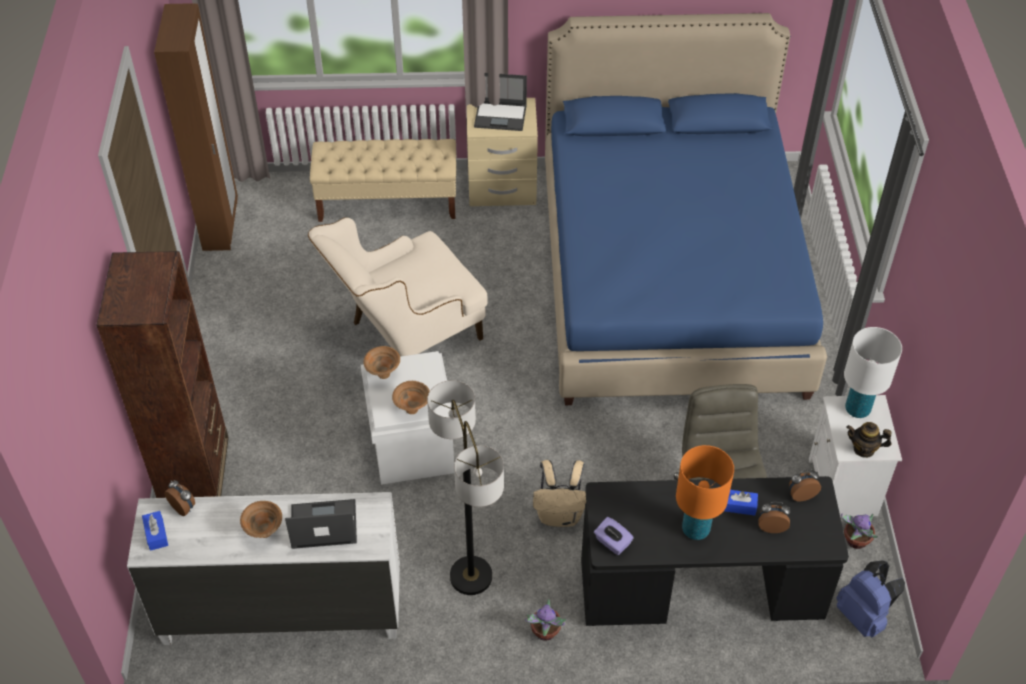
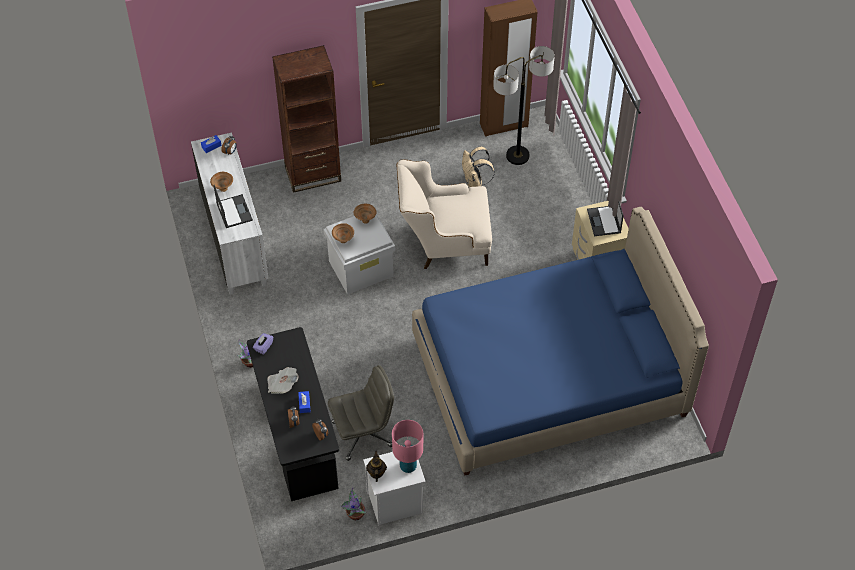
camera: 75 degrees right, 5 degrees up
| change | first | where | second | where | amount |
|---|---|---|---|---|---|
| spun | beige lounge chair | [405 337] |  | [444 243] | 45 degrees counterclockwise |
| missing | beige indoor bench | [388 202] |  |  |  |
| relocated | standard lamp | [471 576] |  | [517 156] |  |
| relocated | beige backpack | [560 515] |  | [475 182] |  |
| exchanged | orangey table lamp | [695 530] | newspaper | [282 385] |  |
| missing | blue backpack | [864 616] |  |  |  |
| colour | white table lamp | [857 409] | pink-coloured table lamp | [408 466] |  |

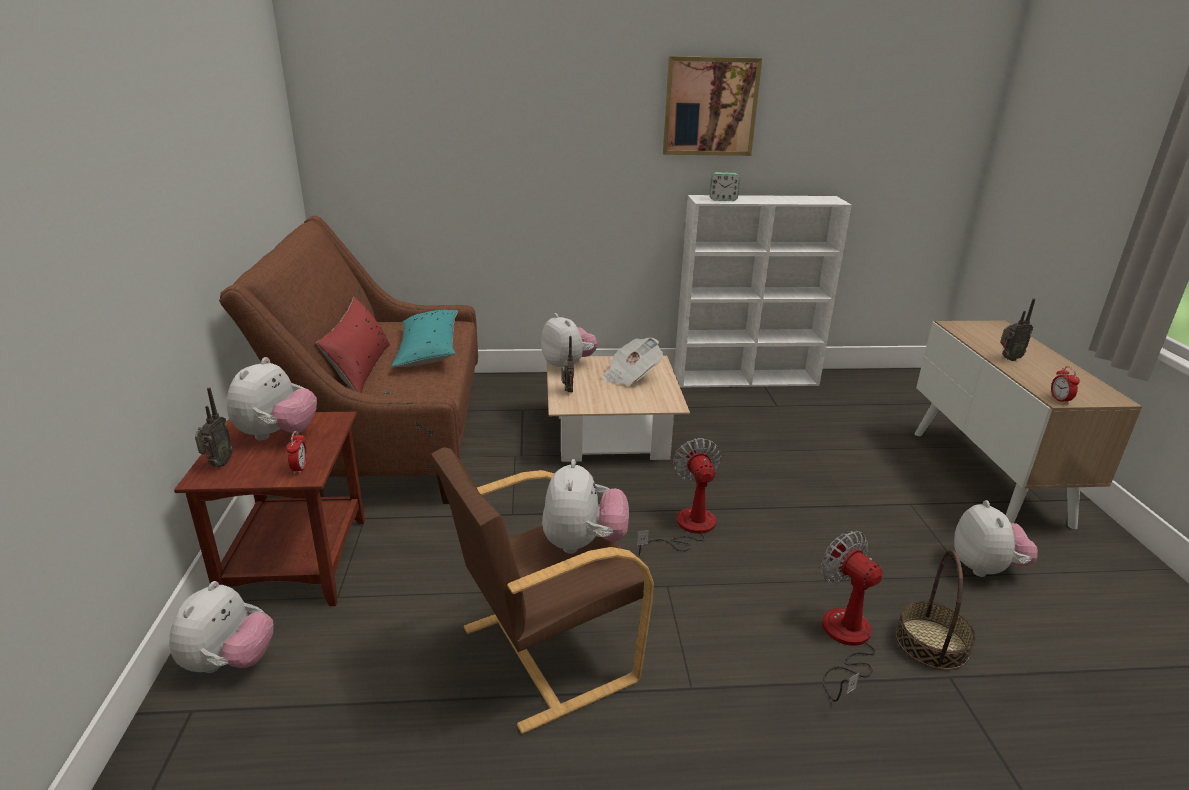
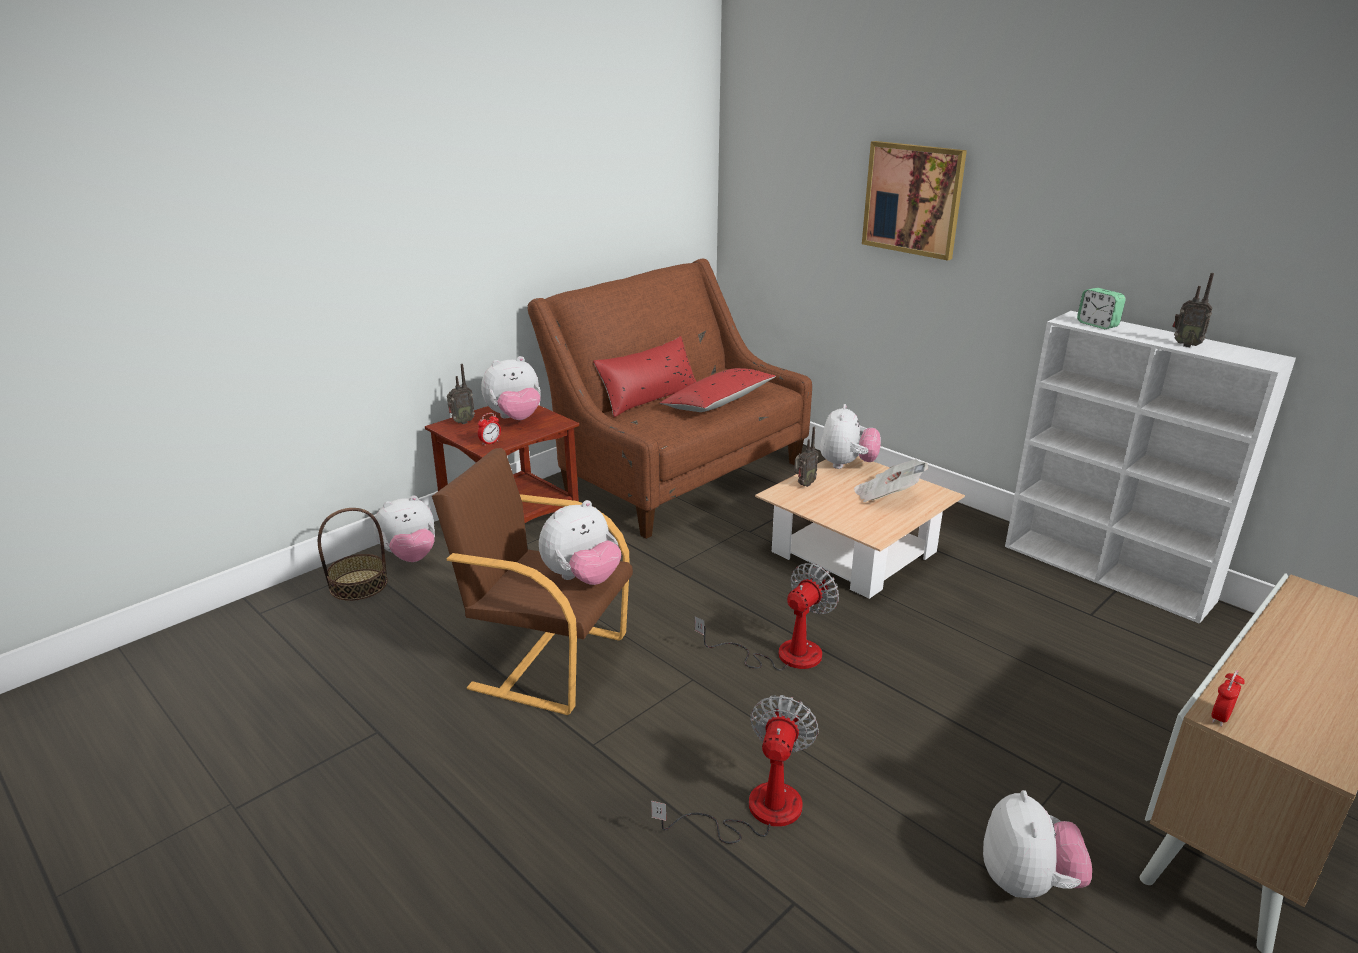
camera: 50 degrees right, 0 degrees up
| change | first | where | second | where | amount |
|---|---|---|---|---|---|
| colour | turquoise-coloured cushion | [428 350] | reddish cushion | [718 402] |  |
| relocated | wall picture | [710 107] |  | [913 199] |  |
| relocated | basket | [931 643] |  | [358 585] |  |
| spun | cuddly toy | [985 568] |  | [1027 882] | 45 degrees counterclockwise |
| relocated | radio receiver | [1008 359] |  | [1185 345] |  |

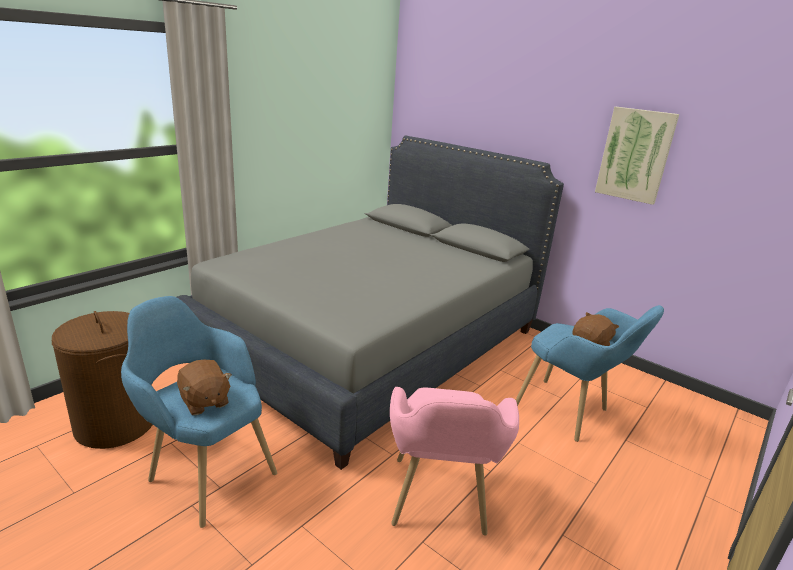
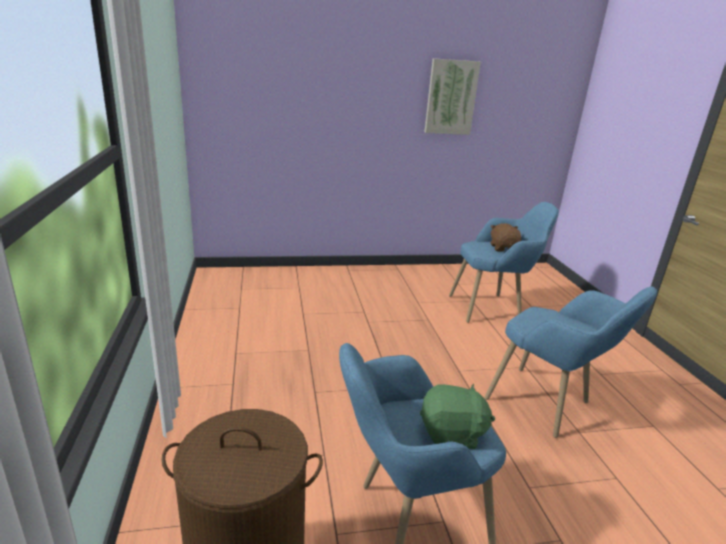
camera: 50 degrees left, 0 degrees up
| change | first | where | second | where | amount |
|---|---|---|---|---|---|
| missing | greyish bed | [372 343] |  |  |  |
| colour | brownish cuddly toy | [204 401] | green cuddly toy | [452 433] |  |
| colour | pink-coloured lounge chair | [438 508] | blue lounge chair | [549 407] |  |

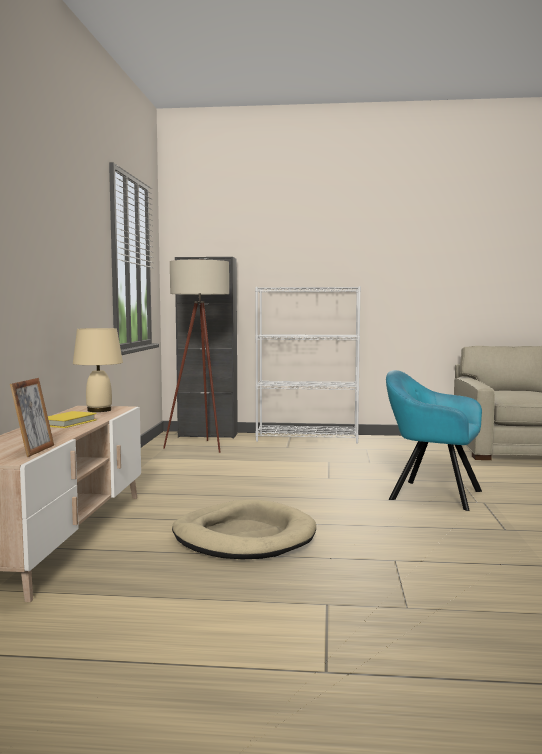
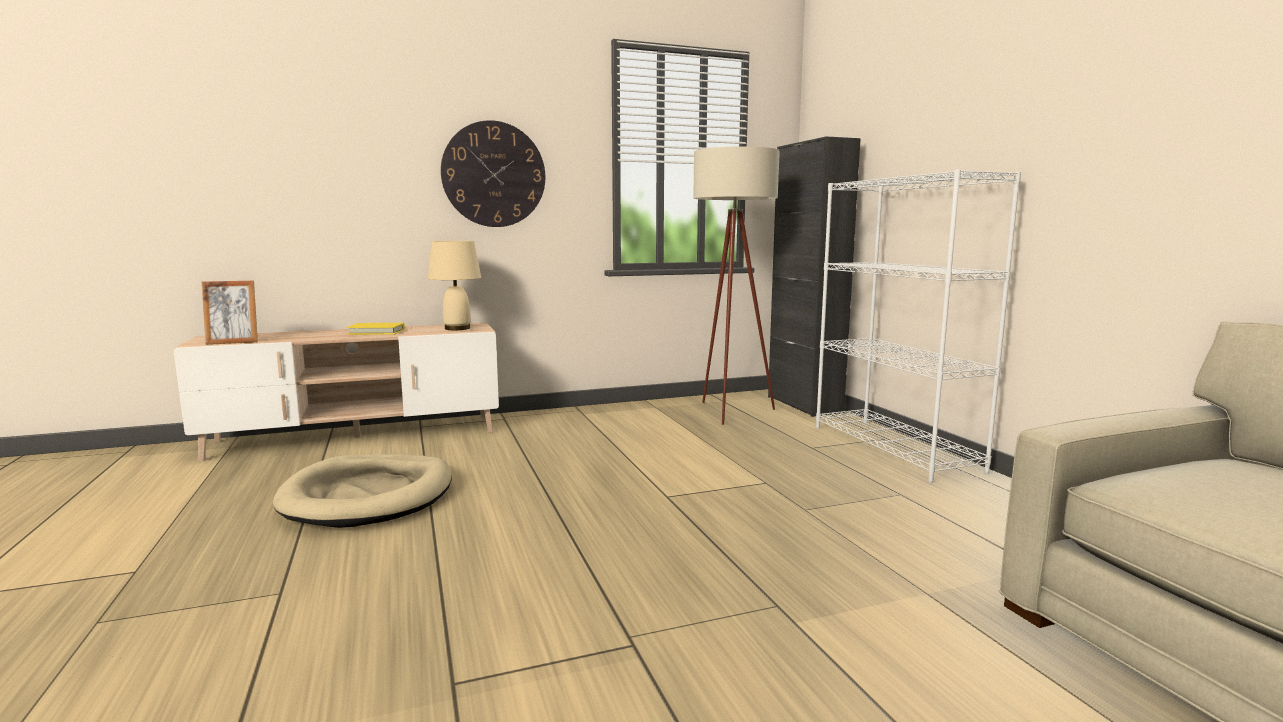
camera: 65 degrees right, 5 degrees up
| change | first | where | second | where | amount |
|---|---|---|---|---|---|
| missing | turquoise-coloured lounge chair | [431 494] |  |  |  |
| appeared |  |  | clock on the wall | [494 174] |  |

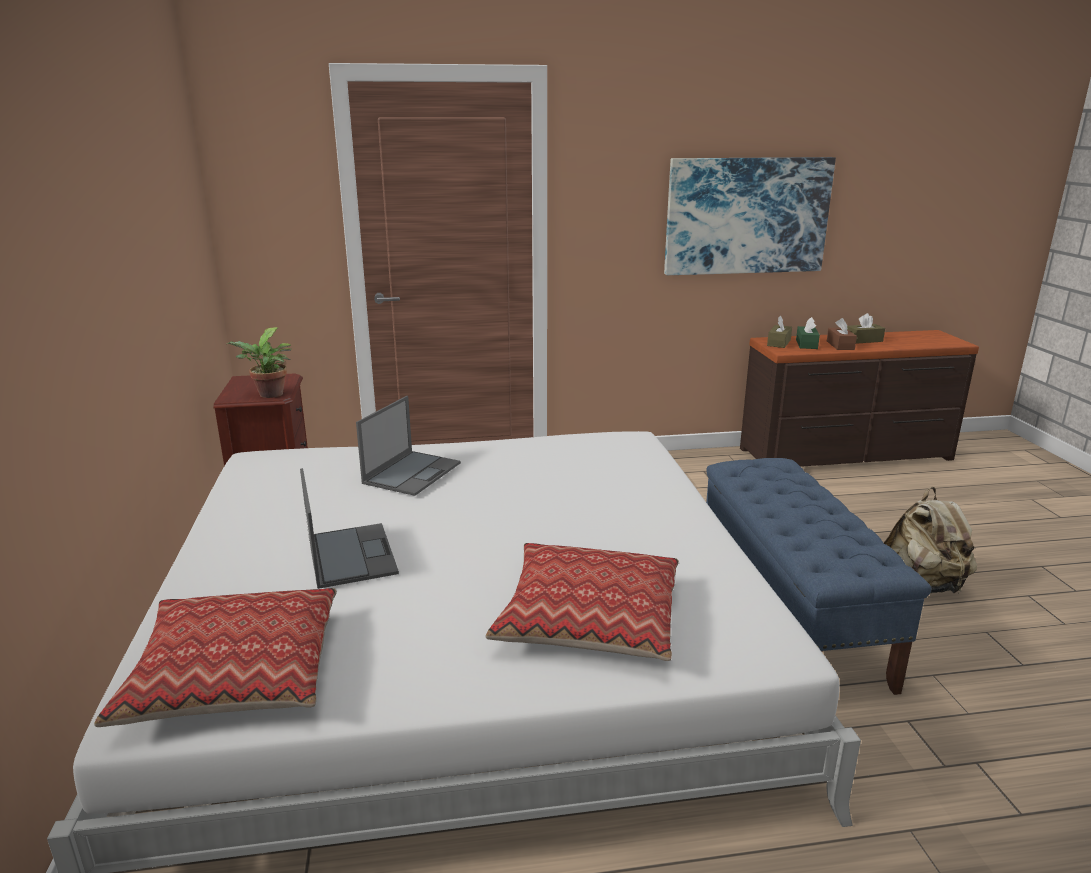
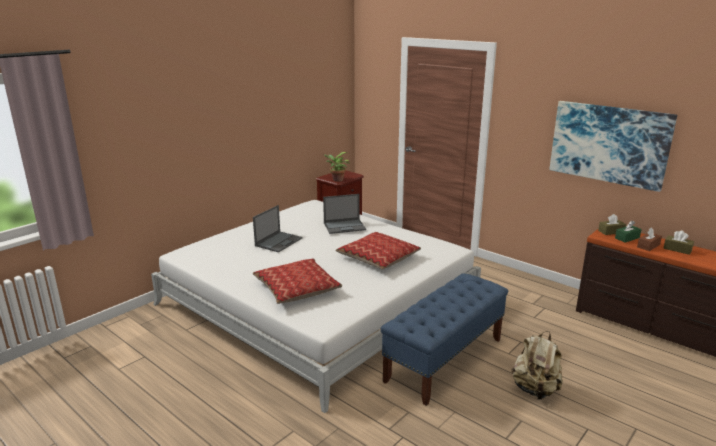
camera: 50 degrees right, 0 degrees up
| change | first | where | second | where | amount |
|---|---|---|---|---|---|
| relocated | cushion | [234 672] |  | [378 257] |  |

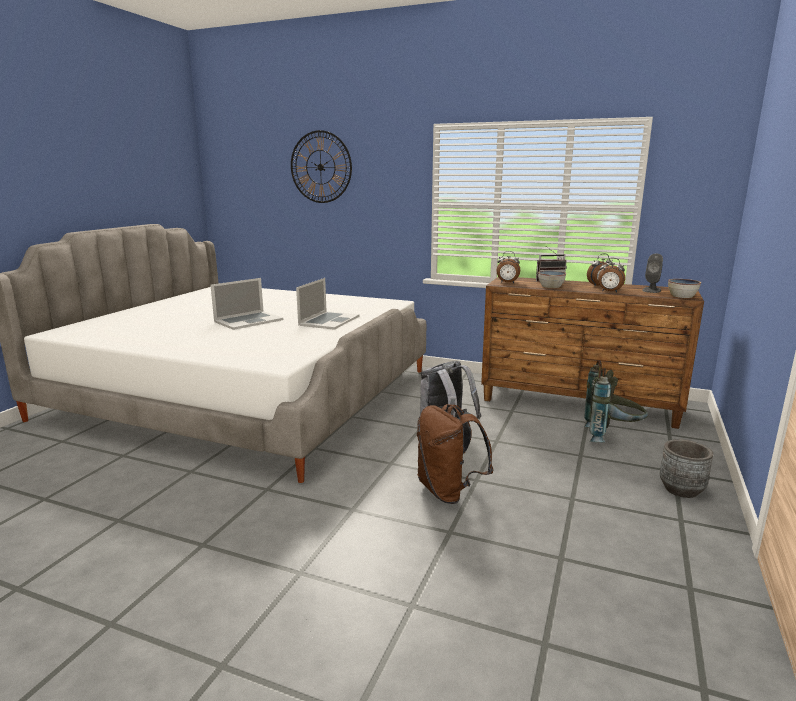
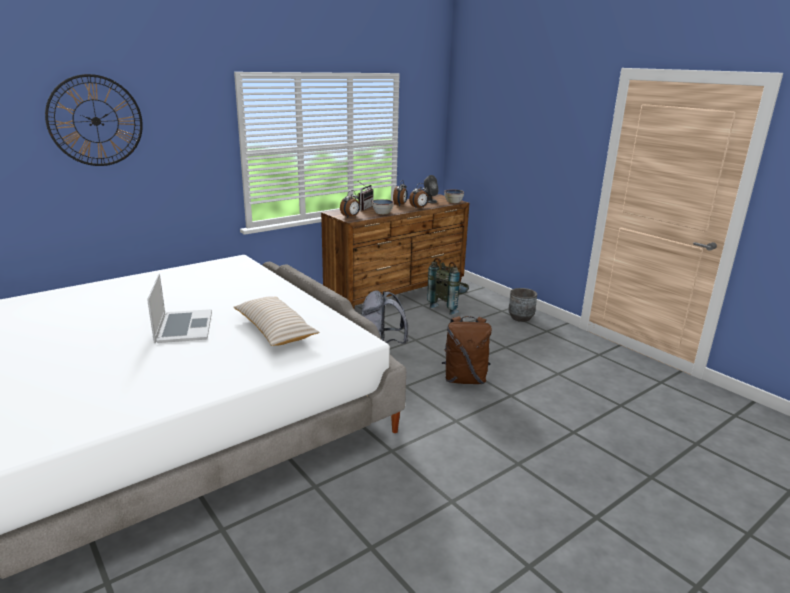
camera: 60 degrees left, 5 degrees up
| change | first | where | second | where | amount |
|---|---|---|---|---|---|
| missing | notebook computer | [329 320] |  |  |  |
| appeared |  |  | beige cushion | [275 330] |  |

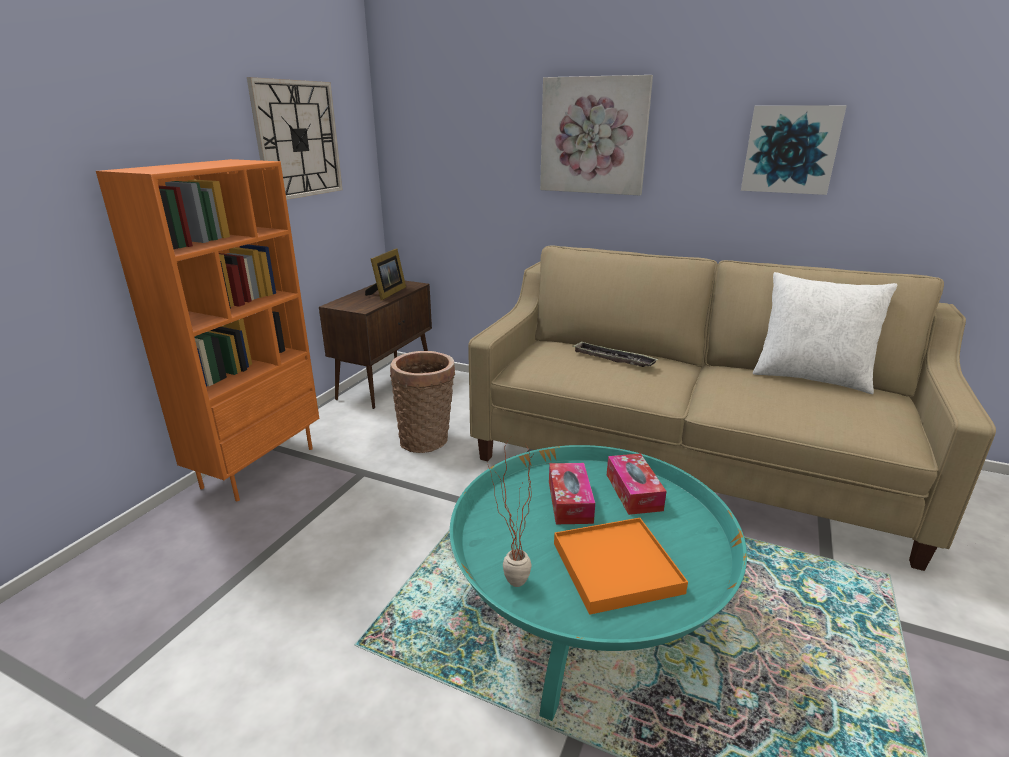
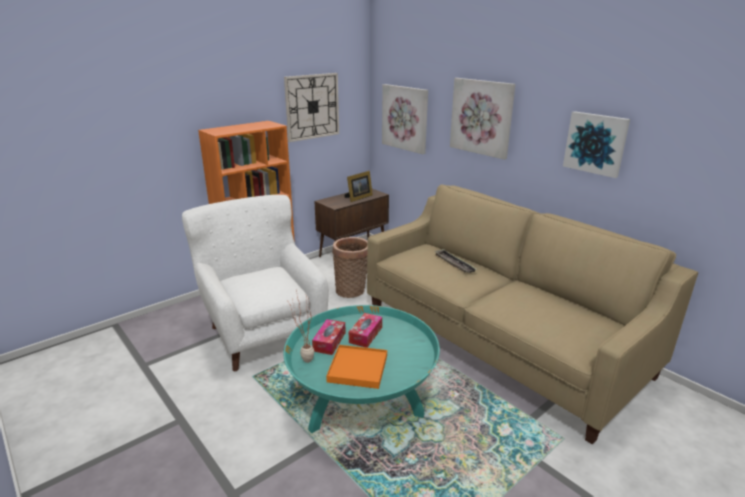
camera: 25 degrees right, 0 degrees up
| change | first | where | second | where | amount |
|---|---|---|---|---|---|
| relocated | tissue box | [633 492] |  | [329 341] |  |
| missing | white cushion | [810 377] |  |  |  |
| appeared |  |  | white lounge chair | [263 330] |  |
| appeared |  |  | wall picture | [405 118] |  |

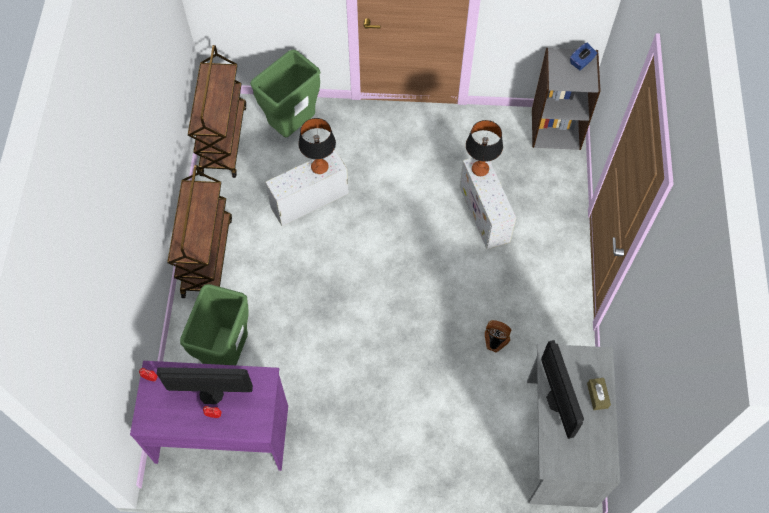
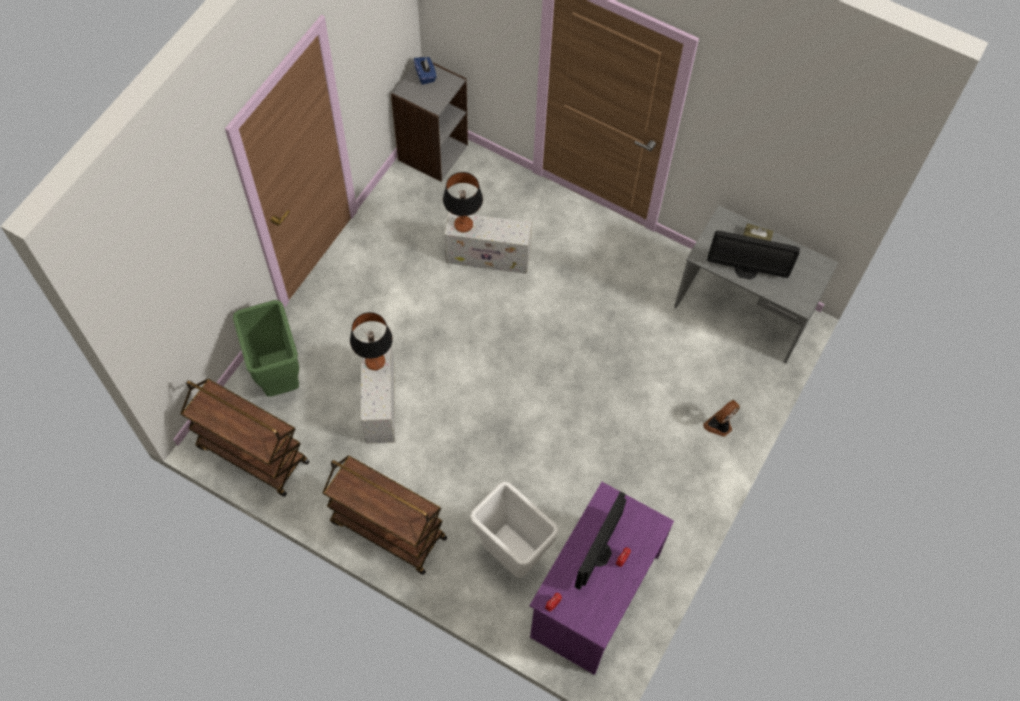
camera: 65 degrees left, 0 degrees up
| change | first | where | second | where | amount |
|---|---|---|---|---|---|
| colour | green waste bin | [228 353] | white waste bin | [511 555] |  |
| relocated | cooling fan | [495 341] |  | [719 425] |  |

